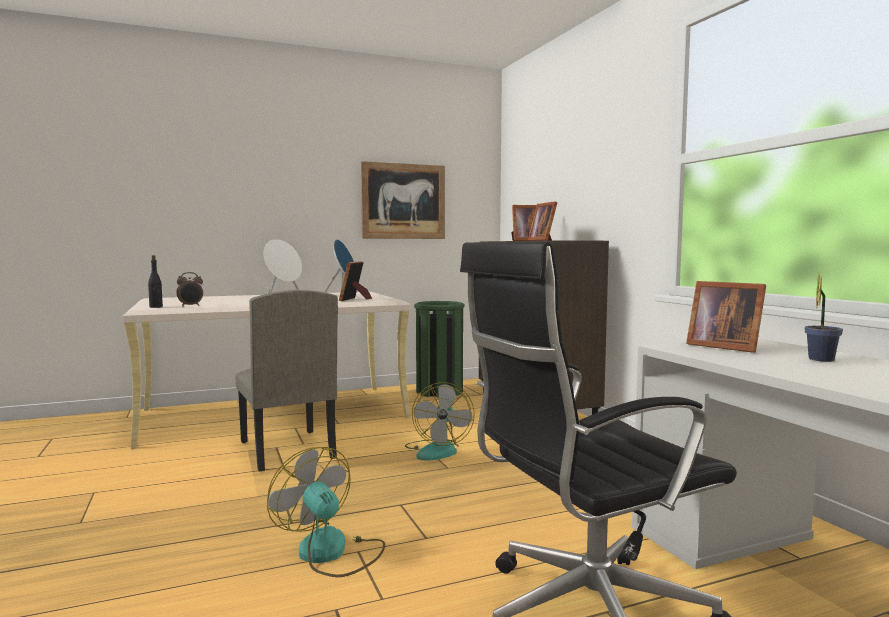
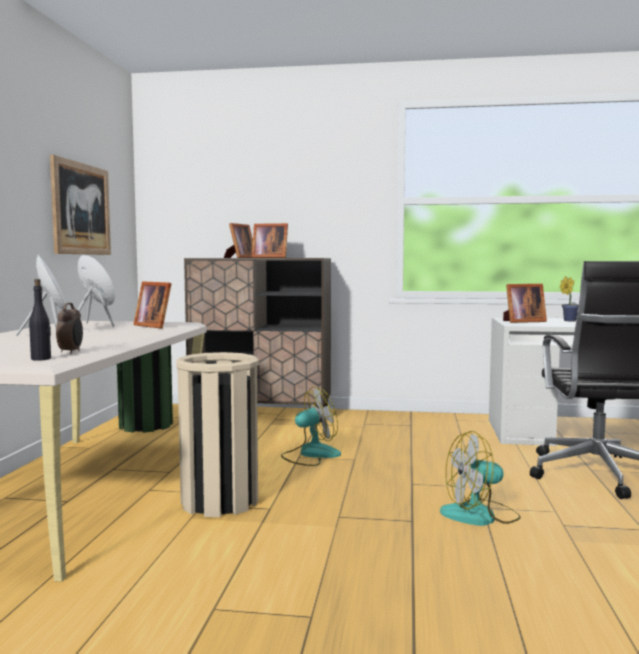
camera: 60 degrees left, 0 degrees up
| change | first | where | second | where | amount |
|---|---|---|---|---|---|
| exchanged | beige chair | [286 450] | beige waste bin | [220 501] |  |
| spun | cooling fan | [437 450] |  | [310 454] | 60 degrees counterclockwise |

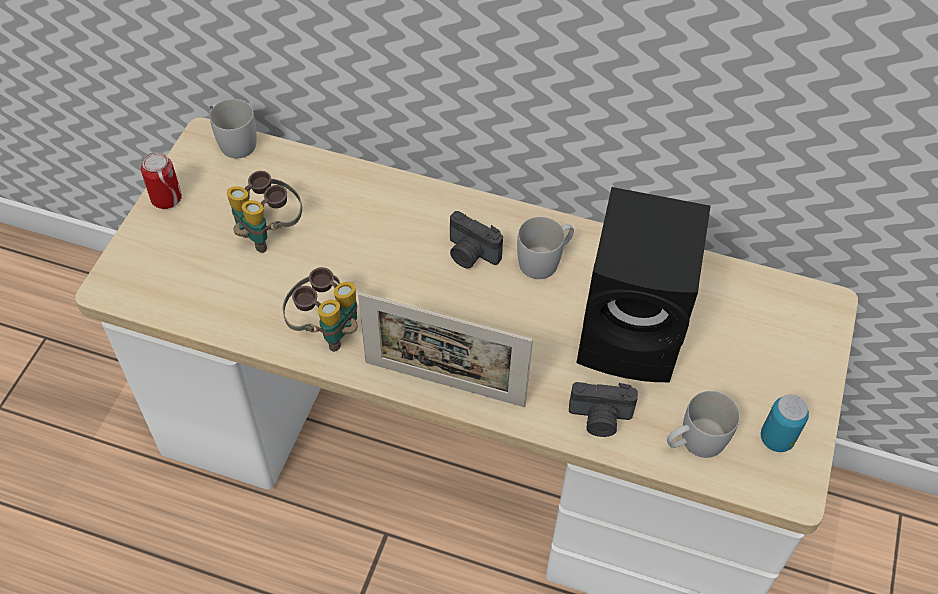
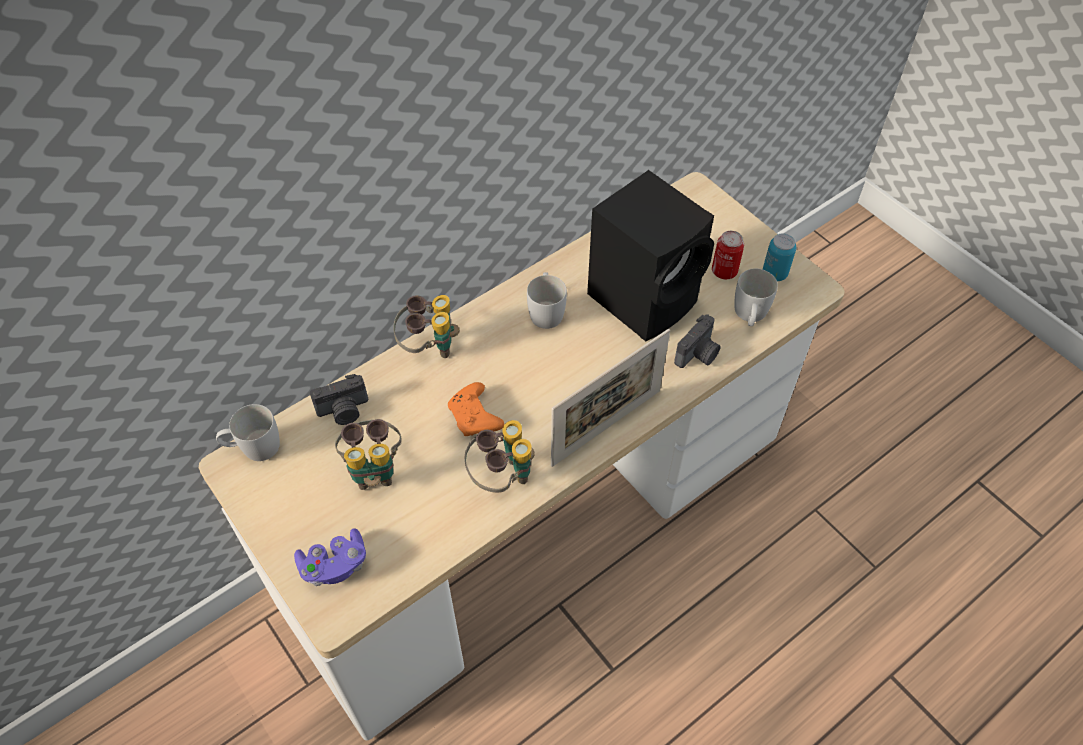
camera: 55 degrees left, 0 degrees up
| change | first | where | second | where | amount |
|---|---|---|---|---|---|
| relocated | sealed can | [166 199] |  | [724 271] |  |
| relocated | still camera | [470 254] |  | [344 411] |  |
| appeared |  |  | purplish joypad | [334 565] |  |
| appeared |  |  | field glasses | [429 346] |  |
| appeared |  |  | orangey joypad | [475 417] |  |

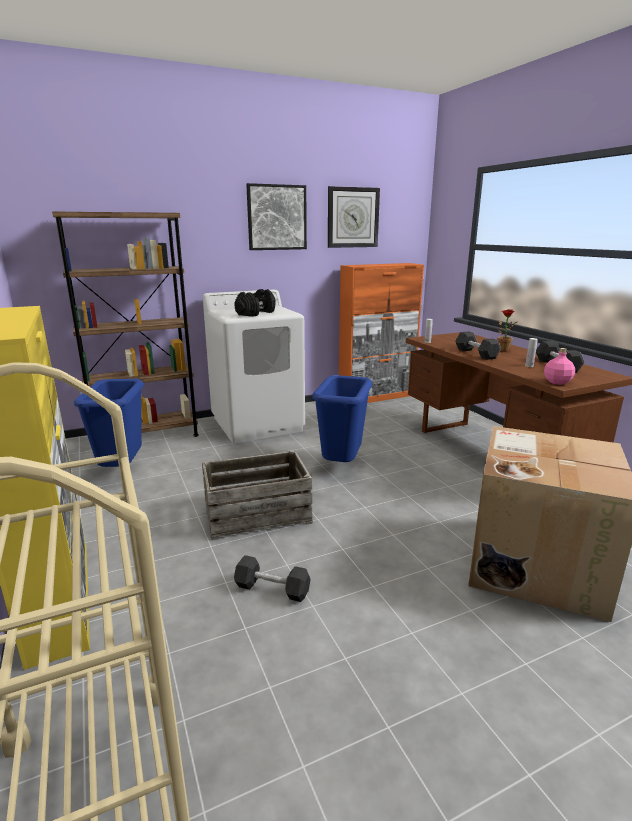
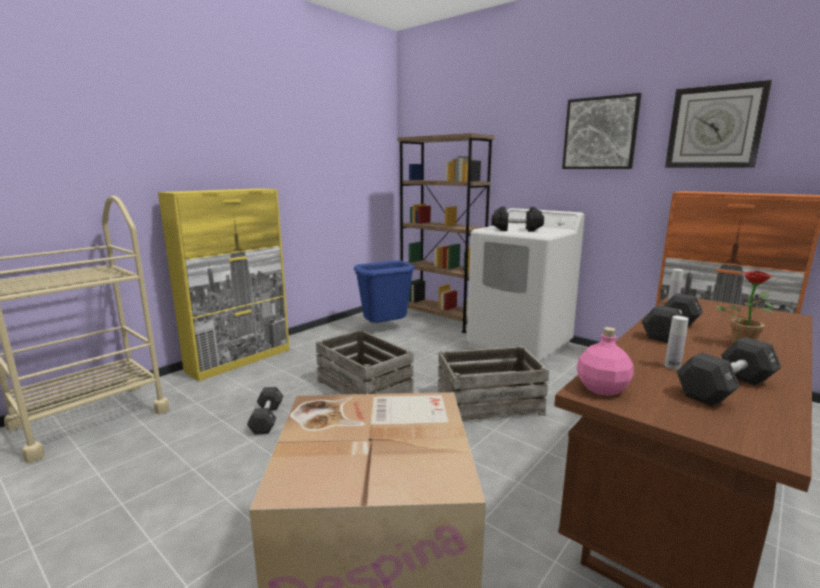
camera: 65 degrees right, 5 degrees down
| change | first | where | second | where | amount |
|---|---|---|---|---|---|
| exchanged | blue waste bin | [341 465] | shipping crate | [489 403] |  |

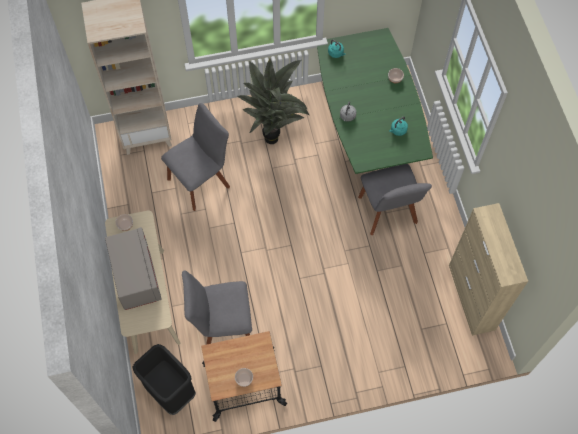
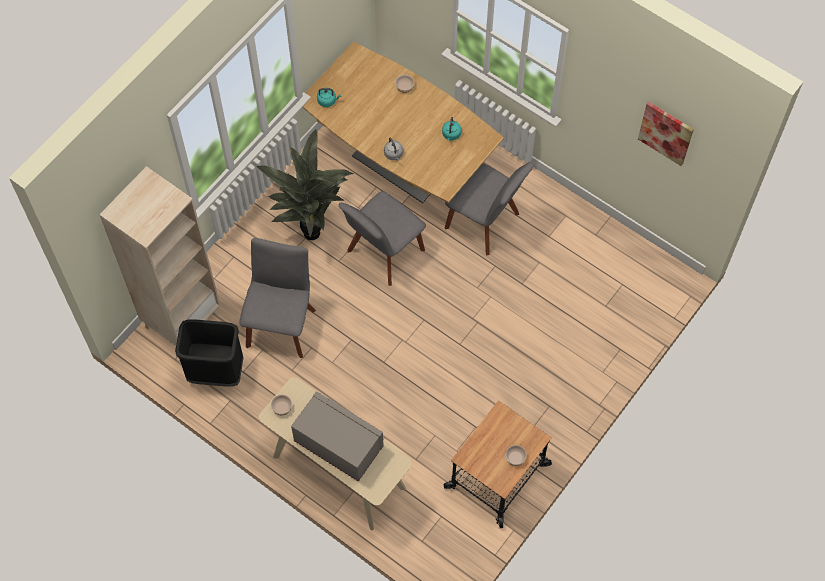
camera: 40 degrees left, 0 degrees up
| change | first | where | second | where | amount |
|---|---|---|---|---|---|
| relocated | blackish waste bin | [170 391] |  | [215 372] |  |
| relocated | greyish chair | [223 326] |  | [383 253] |  |
| colour | green dinner table | [366 136] | brownish dinner table | [400 164] |  |
| missing | beige storage cabinet | [471 297] |  |  |  |
| appeared |  |  | wall picture | [666 133] |  |

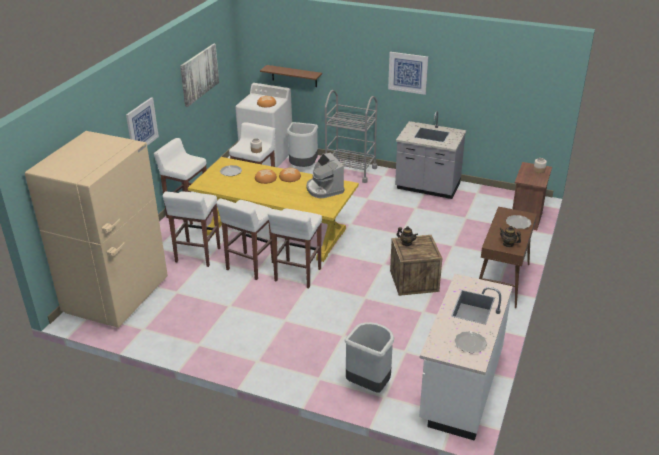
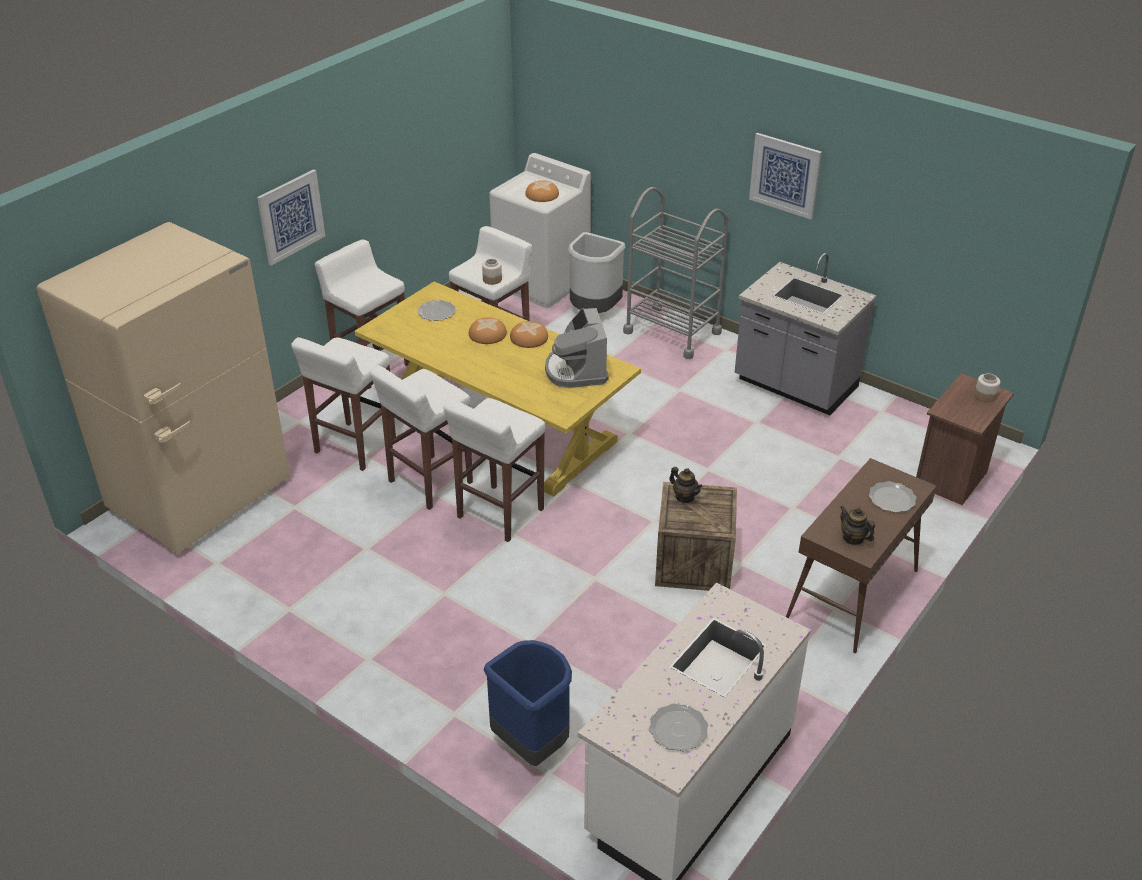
camera: 15 degrees right, 5 degrees up
| change | first | where | second | where | amount |
|---|---|---|---|---|---|
| missing | wall picture | [199 74] |  |  |  |
| missing | brownish wall shelf | [294 76] |  |  |  |
| colour | greyish waste bin | [369 384] | blue waste bin | [532 745] |  |

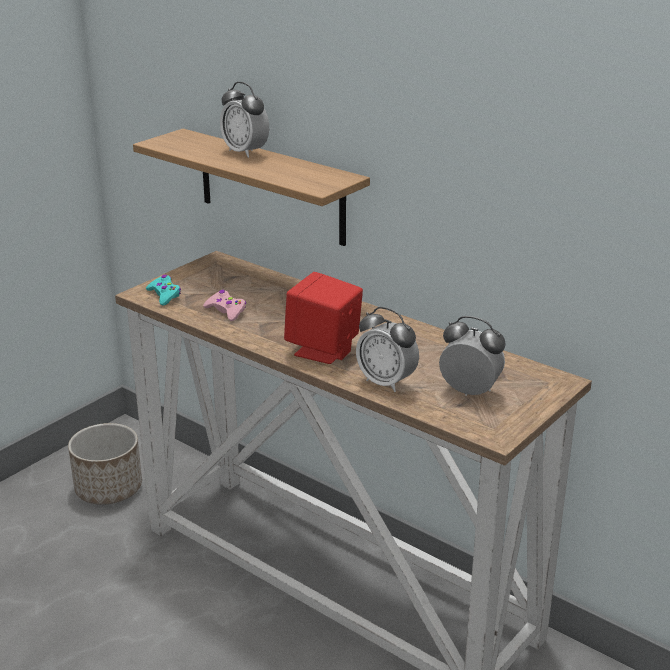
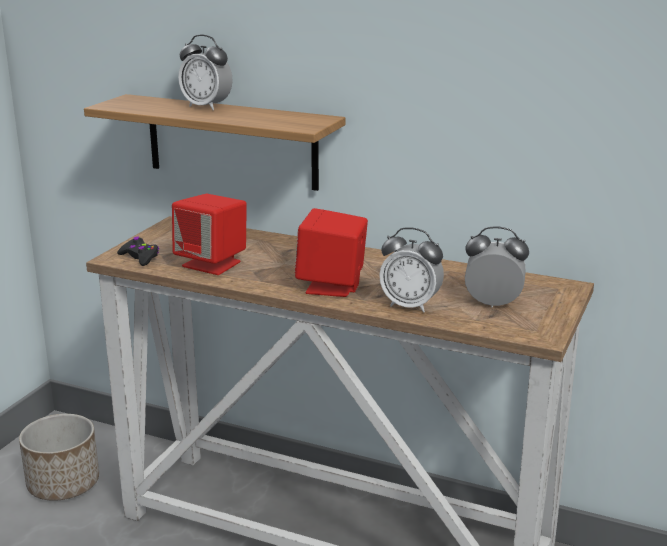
camera: 15 degrees left, 5 degrees down
| change | first | where | second | where | amount |
|---|---|---|---|---|---|
| colour | turquoise-coloured joypad | [164 295] | blackish joypad | [140 257] |  |
| exchanged | pink-coloured joypad | [226 311] | reddish speaker | [212 264] |  |

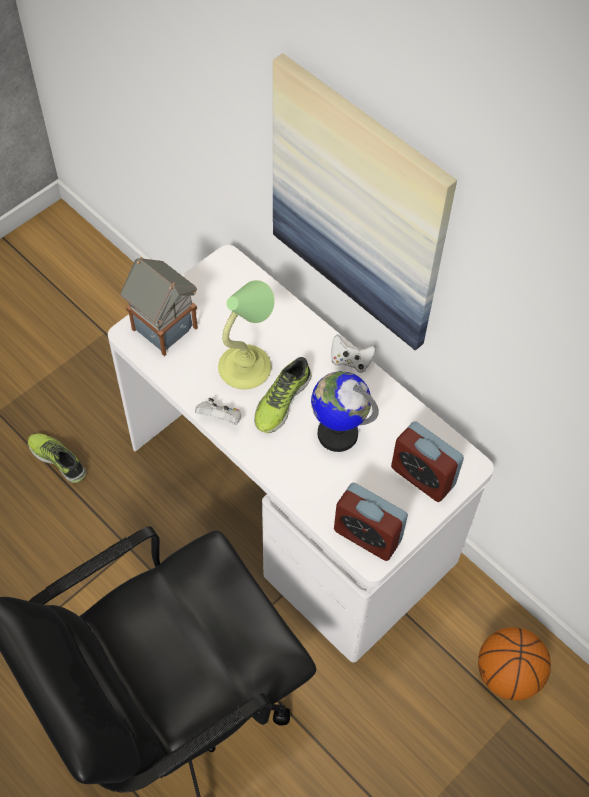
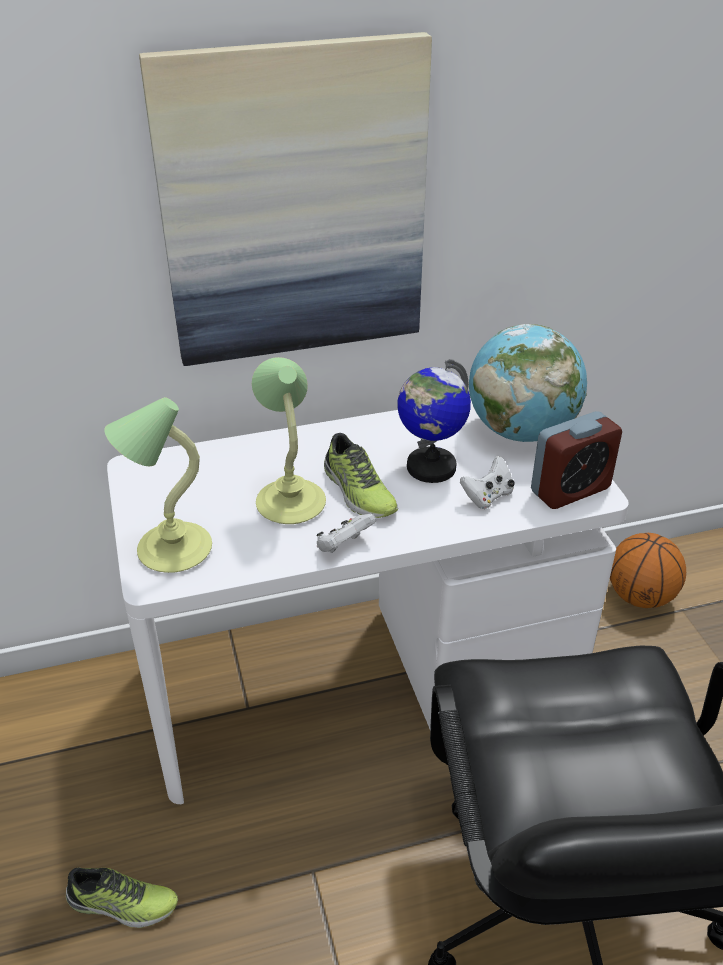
camera: 60 degrees left, 20 degrees down
| change | first | where | second | where | amount |
|---|---|---|---|---|---|
| spun | low shoe | [58 459] |  | [122 904] | 150 degrees counterclockwise |
| exchanged | miniature house | [163 327] | table lamp | [171 549] |  |
| relocated | white joypad | [350 361] |  | [487 496] |  |
| exchanged | table clock | [423 476] | globe | [521 431] |  |

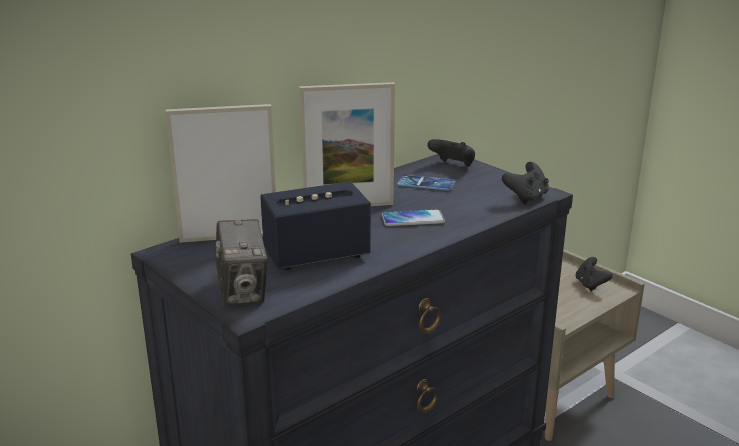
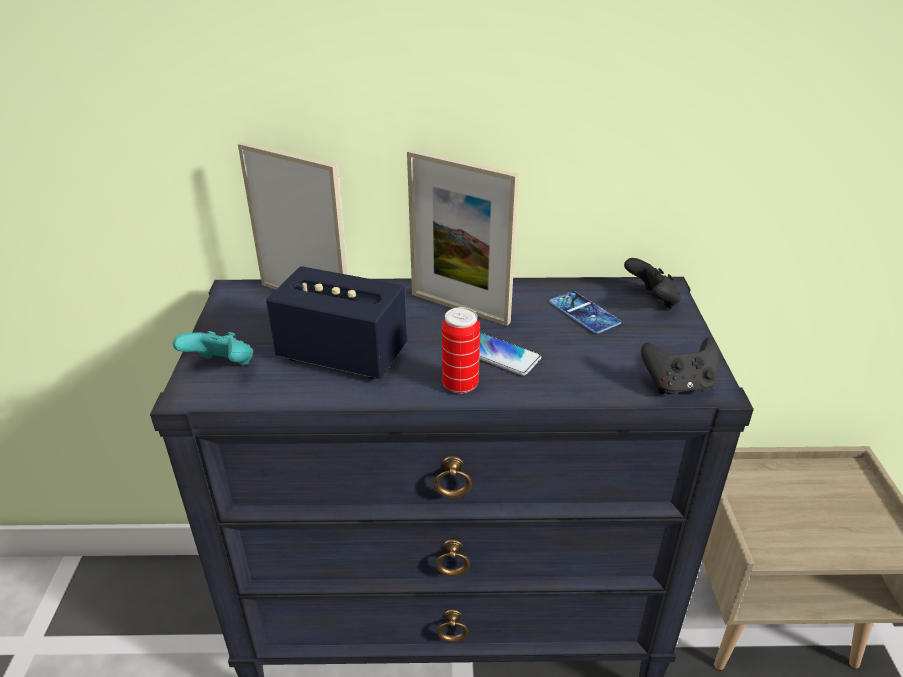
camera: 40 degrees right, 10 degrees up
| change | first | where | second | where | amount |
|---|---|---|---|---|---|
| exchanged | still camera | [243 292] | turquoise-coloured joypad | [222 367] |  |
| missing | blackish joypad | [590 285] |  |  |  |
| appeared |  |  | sealed can | [460 385] |  |

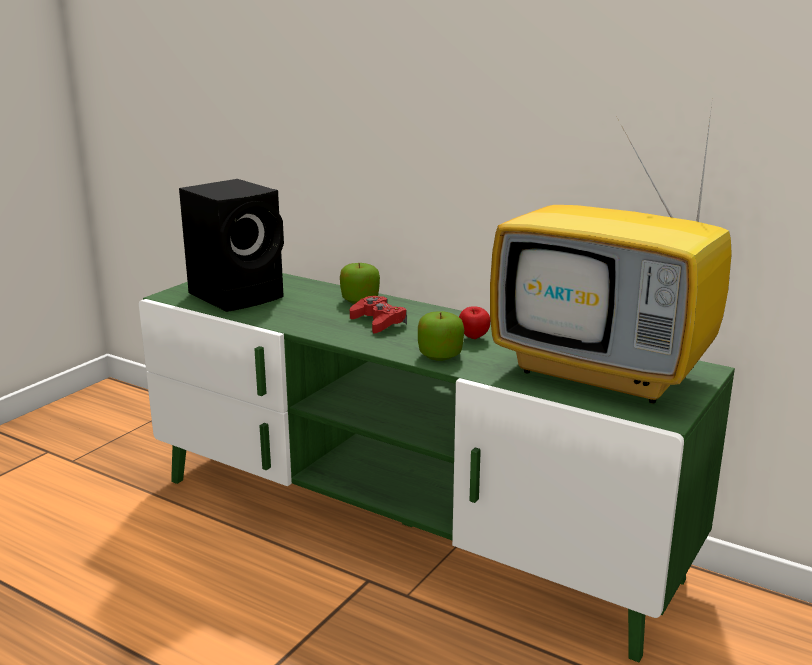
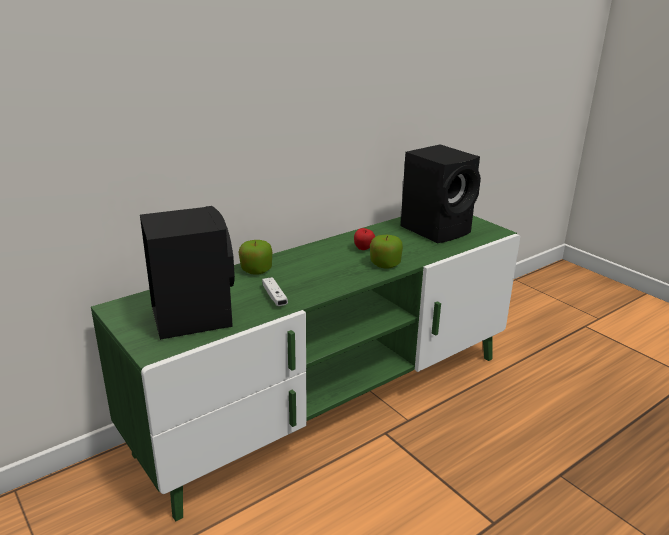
camera: 70 degrees left, 5 degrees up
| change | first | where | second | where | amount |
|---|---|---|---|---|---|
| missing | reddish joypad | [378 322] |  |  |  |
| exchanged | television | [607 373] | blackish speaker | [437 229] |  |
| appeared |  |  | white joypad | [274 297] |  |

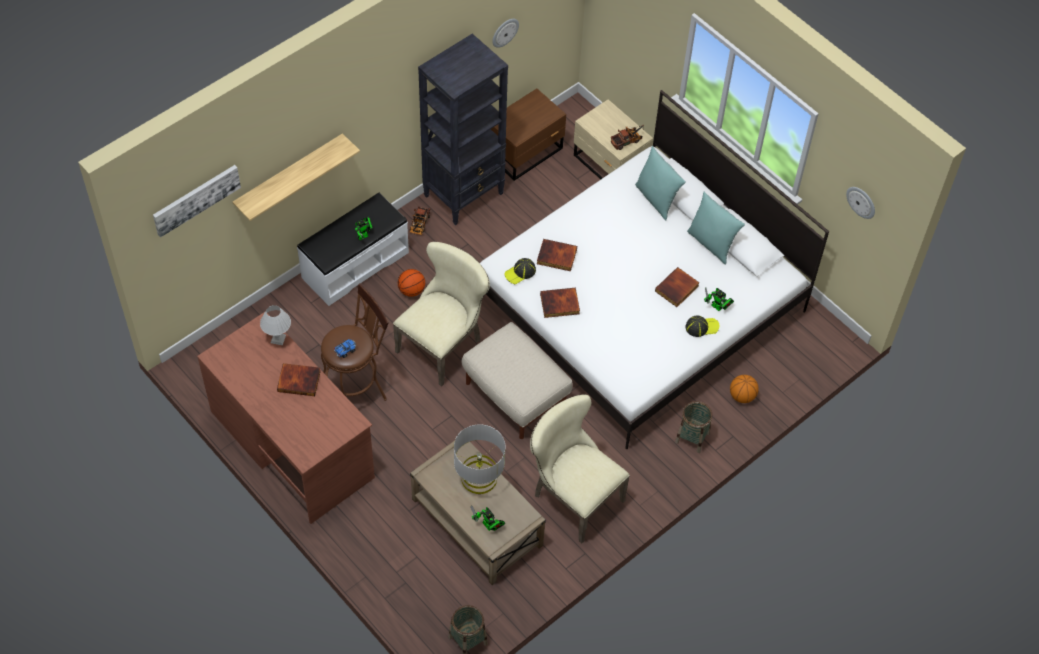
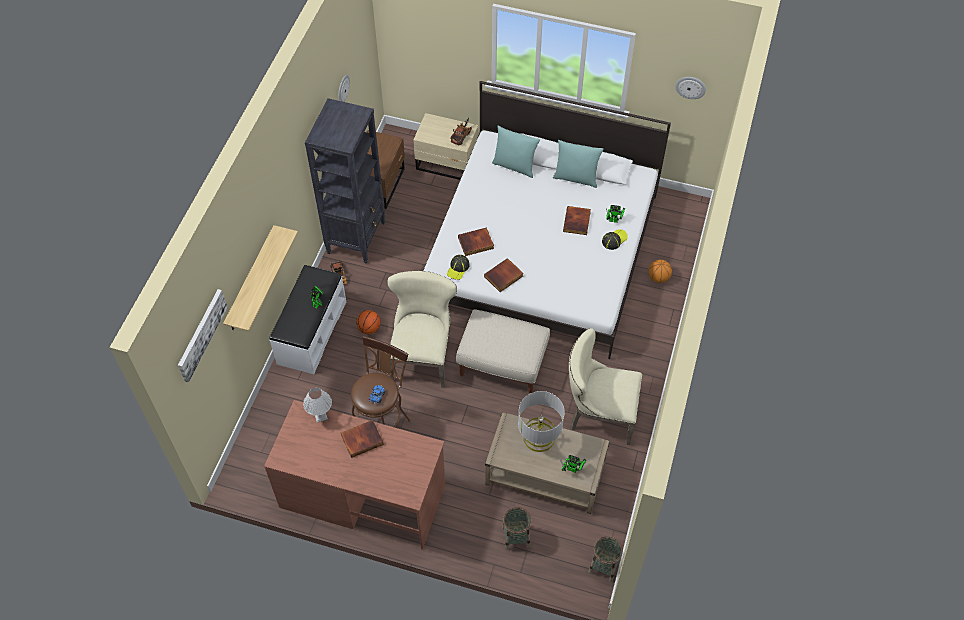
camera: 30 degrees left, 0 degrees up
| change | first | where | second | where | amount |
|---|---|---|---|---|---|
| relocated | basket | [692 437] |  | [516 537] |  |

